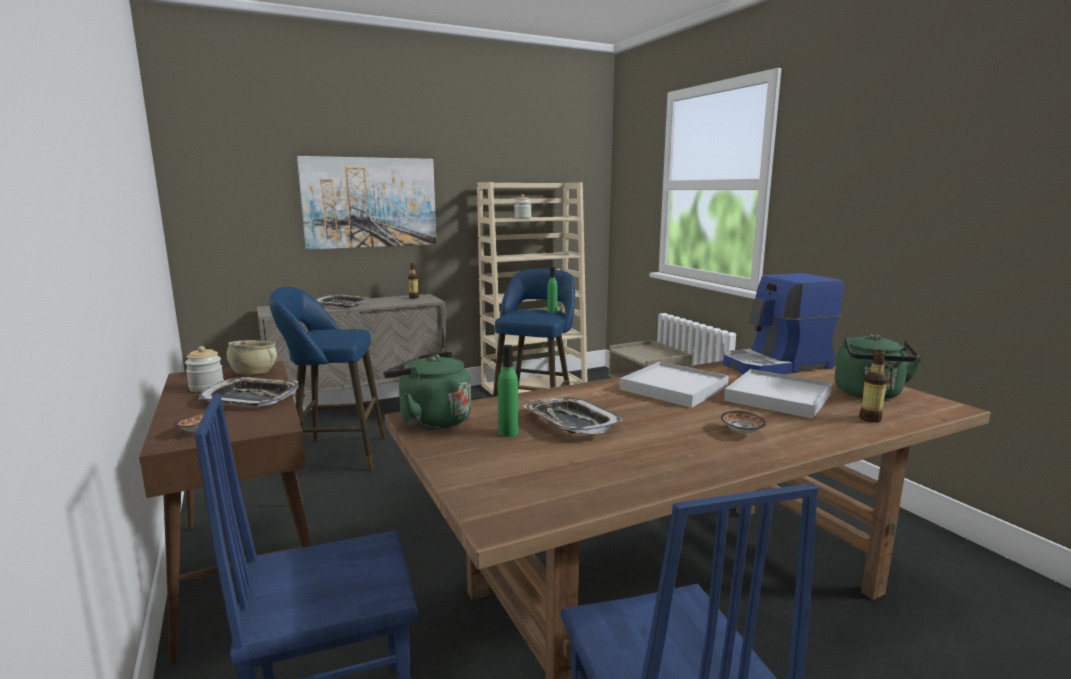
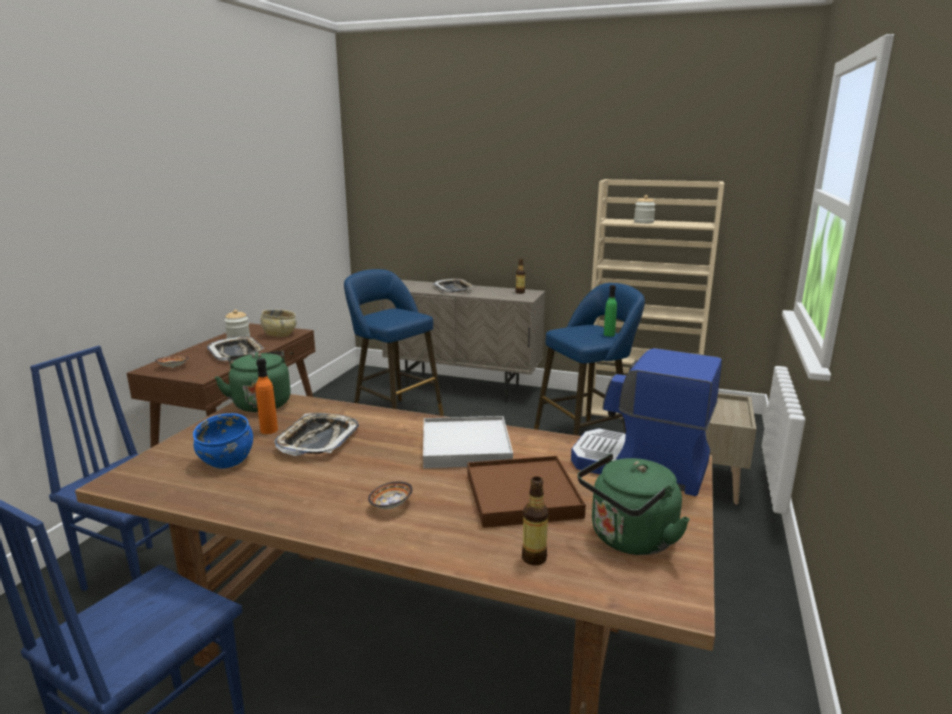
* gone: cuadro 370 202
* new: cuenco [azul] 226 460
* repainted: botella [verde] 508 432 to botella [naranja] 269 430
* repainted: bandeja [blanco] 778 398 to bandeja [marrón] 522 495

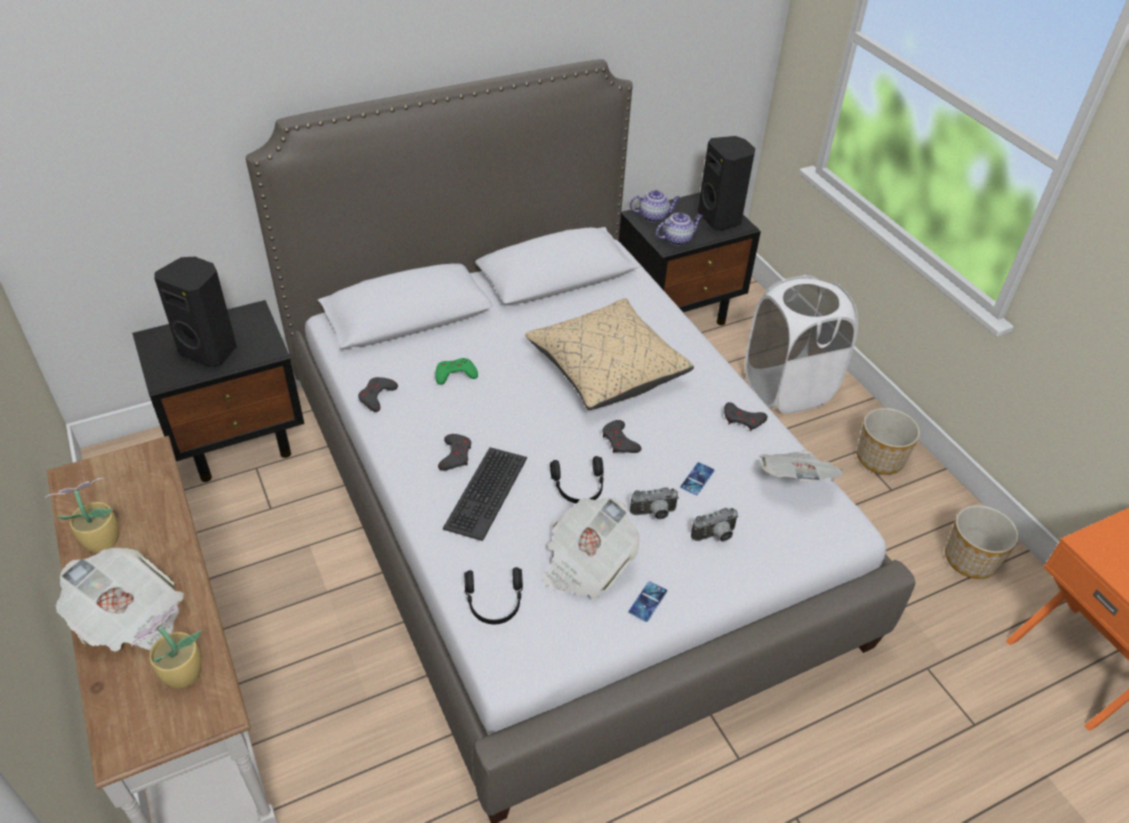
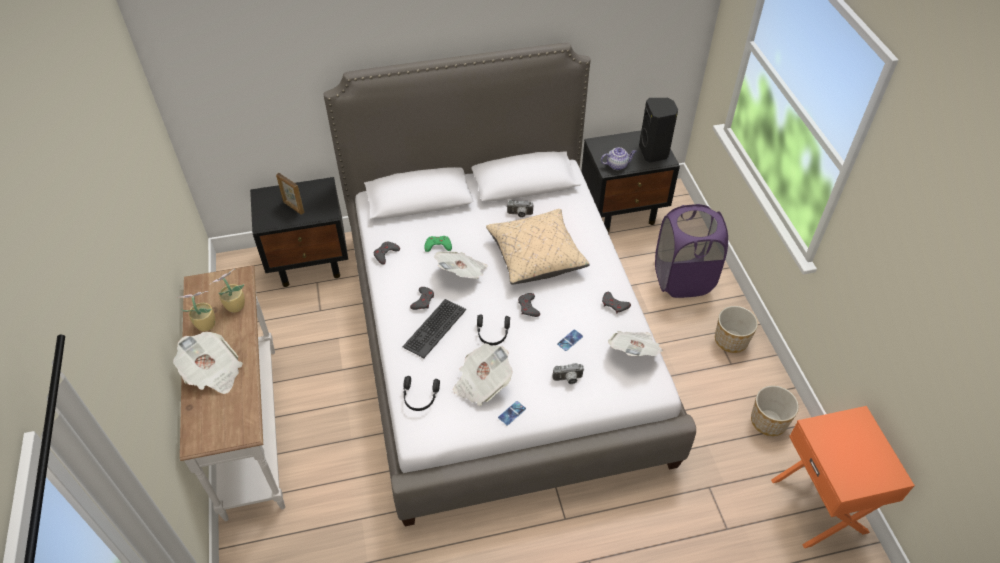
* gone: tetera 654 216
* new: periódico 462 273
* shifted: planta en maceta 180 675 to 234 306
* shifted: cámara 654 514 to 520 215
* swapped: altavoz [negro] 210 350 to portarretratos 293 207
* repainted: cesto de la ropa [blanco] 787 388 to cesto de la ropa [morado] 683 279

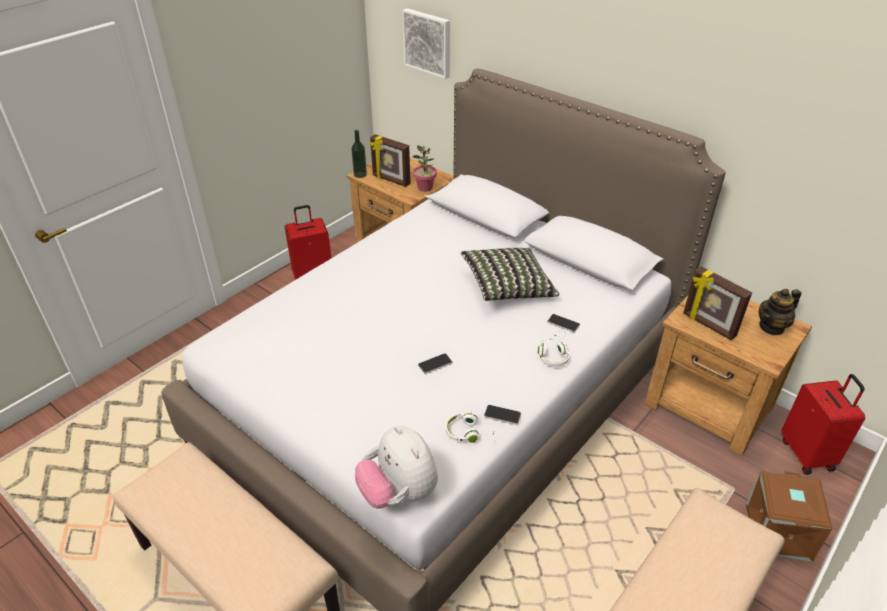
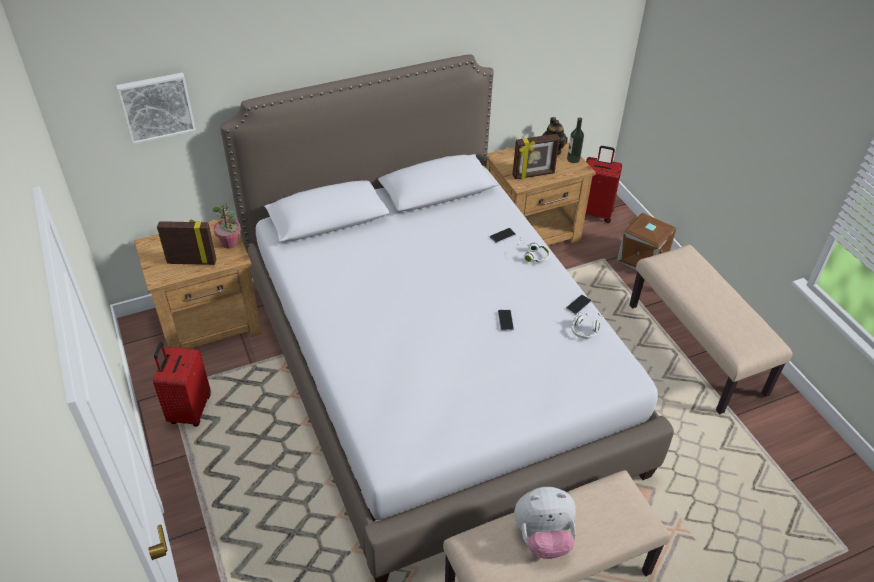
* gone: cojín 507 287
* shifted: botella 360 174 to 573 159
* shifted: peluche 399 492 to 543 537
* rotated: portarretratos 391 180 = 192 261 150 degrees counterclockwise

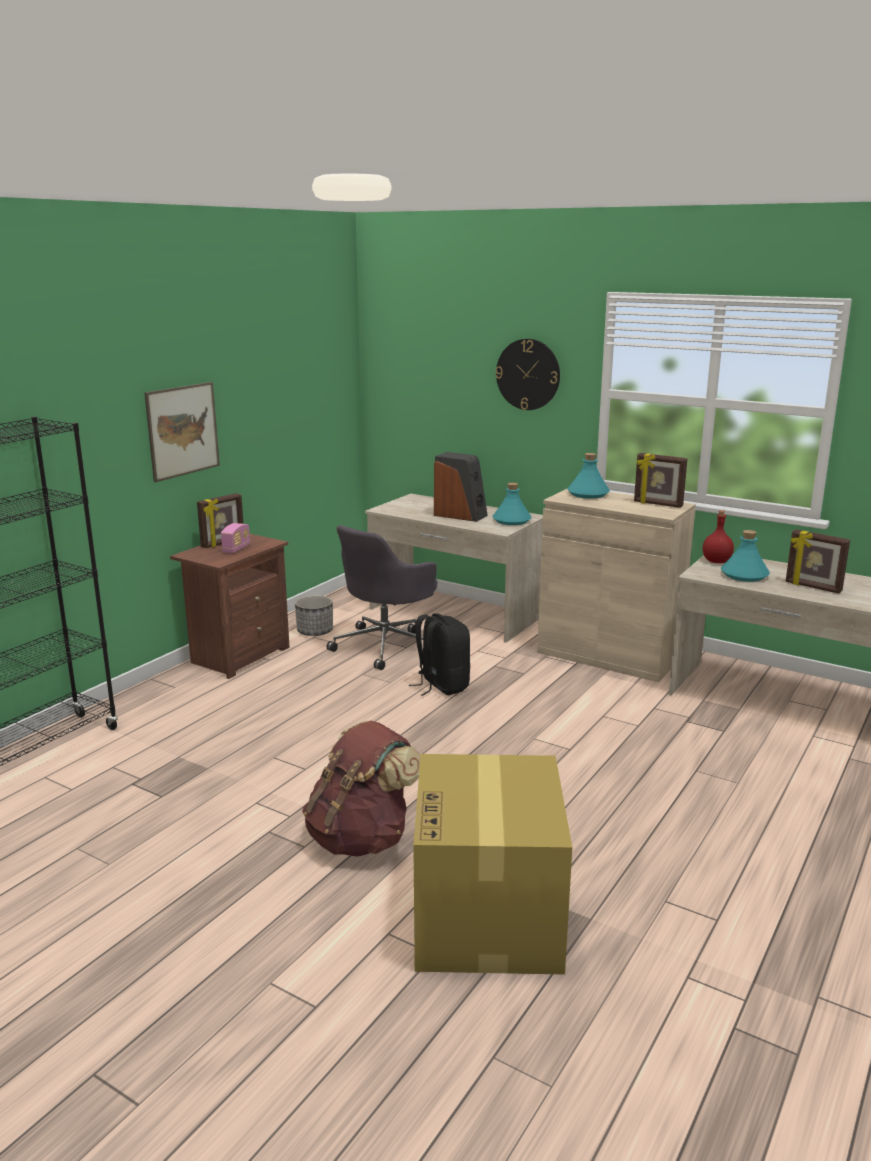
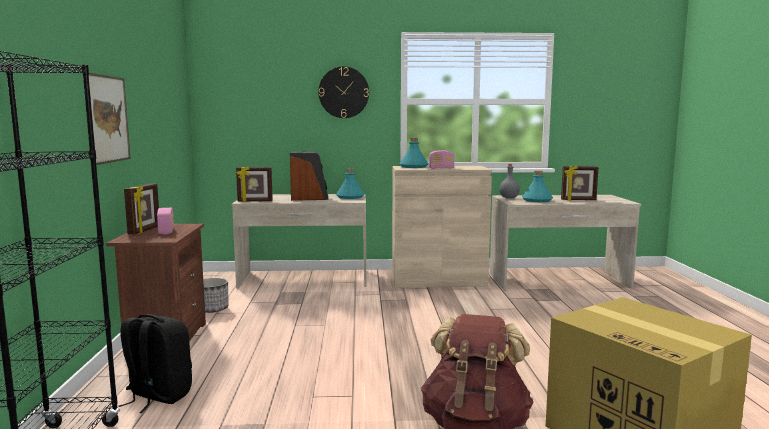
* gone: silla de oficina [gris] 386 646
* new: radio 441 168
* shifted: mochila [negro] 441 685 to 157 396
* shifted: portarretratos 657 504 to 255 201
* repainted: botella [rojo] 716 561 to botella [gris] 509 198

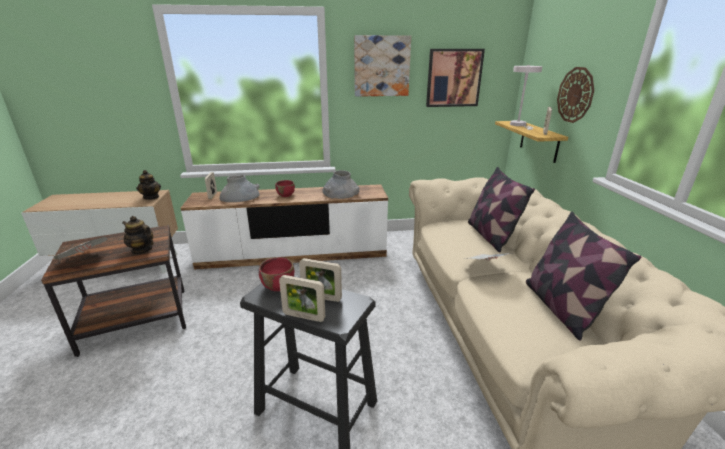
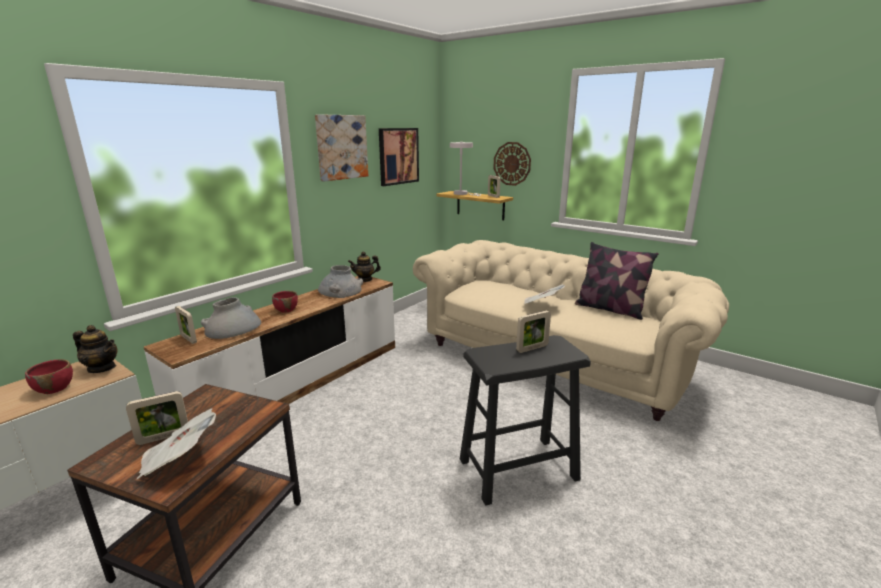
* gone: cojín 490 236
* shifted: tetera 142 250 to 365 279
* shifted: cuenco [rojo] 278 285 to 54 388
* shifted: portarretratos 304 316 to 163 437

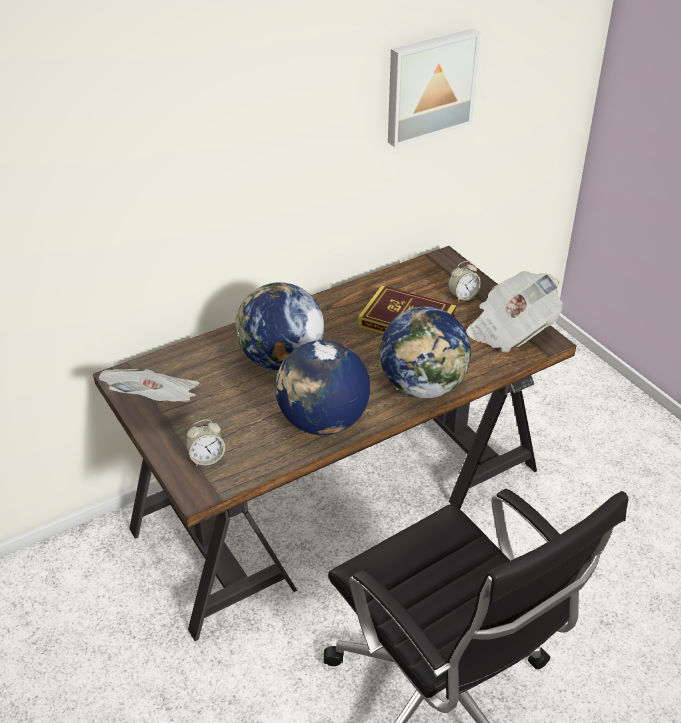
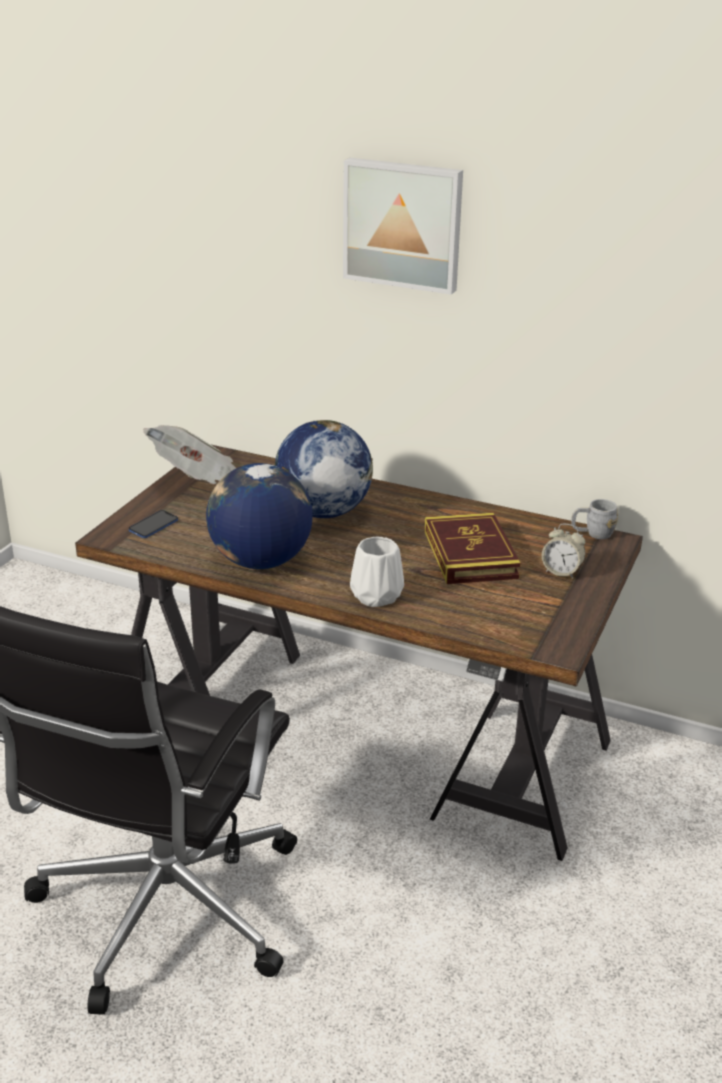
* gone: periódico 510 330
* new: taza grande [gris] 592 533
* shifted: cuadro 429 86 to 403 224
* swapped: despertador 207 458 to móvil 153 525
* swapped: globo terráqueo 423 386 to florero [blanco] 377 596

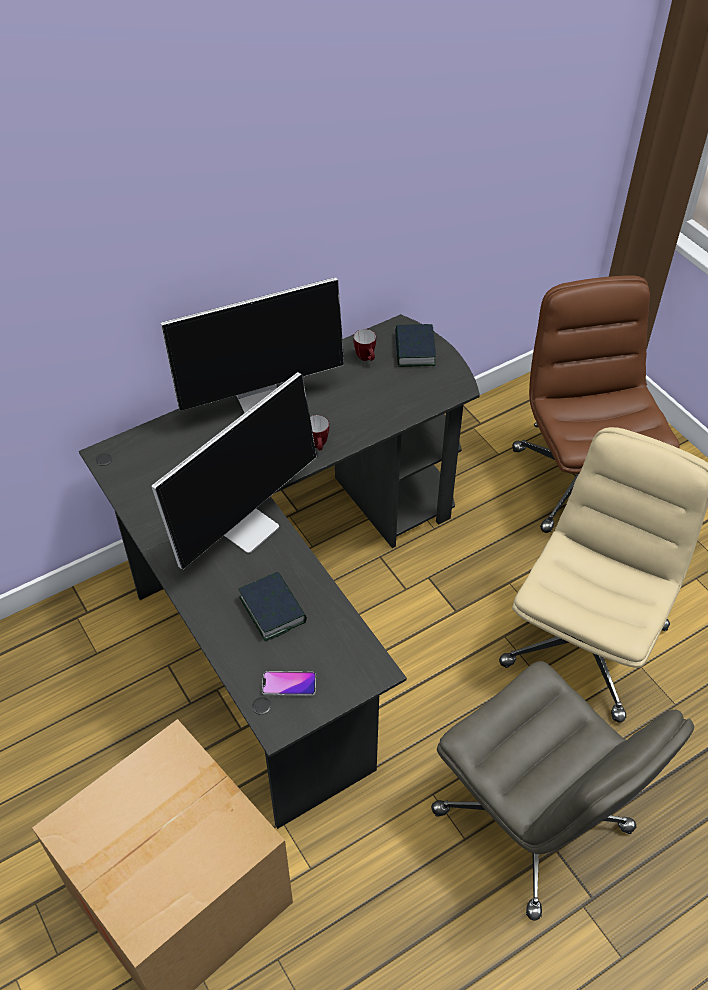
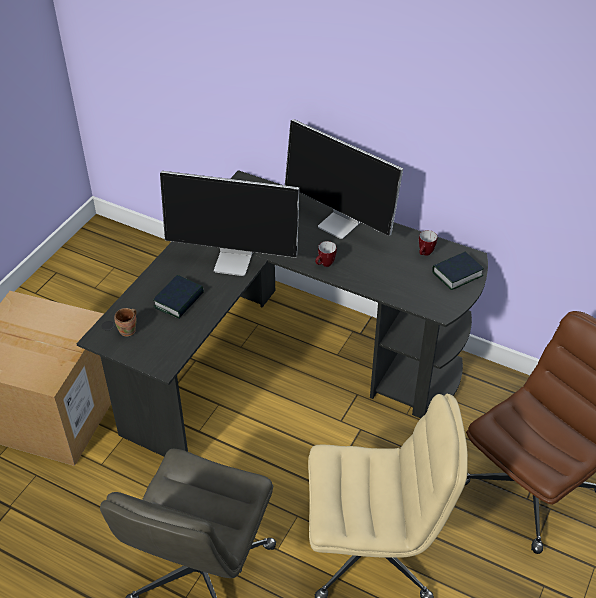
* swapped: móvil 289 684 to taza grande [marrón] 129 330

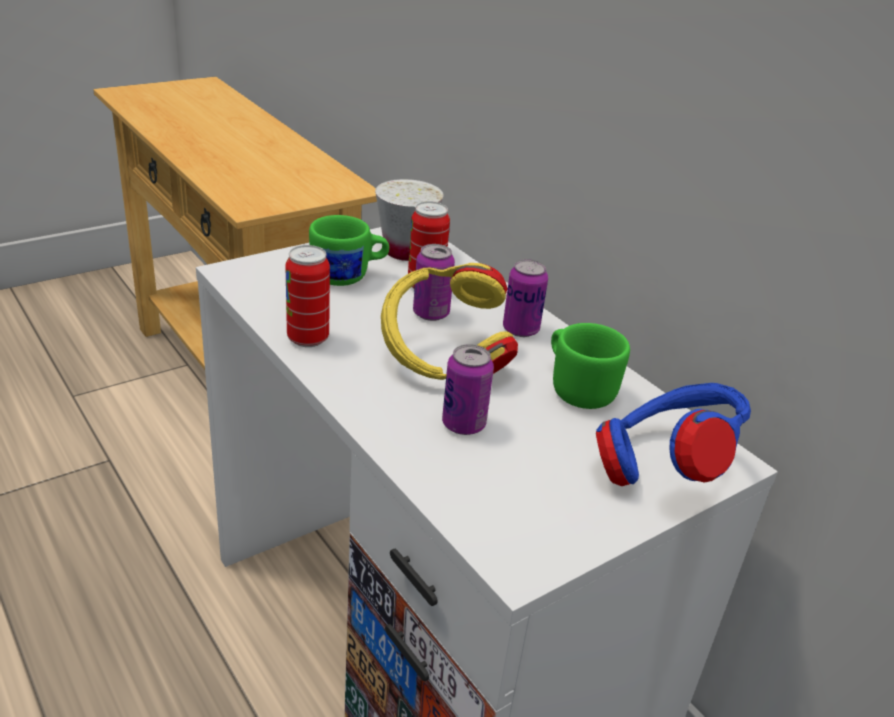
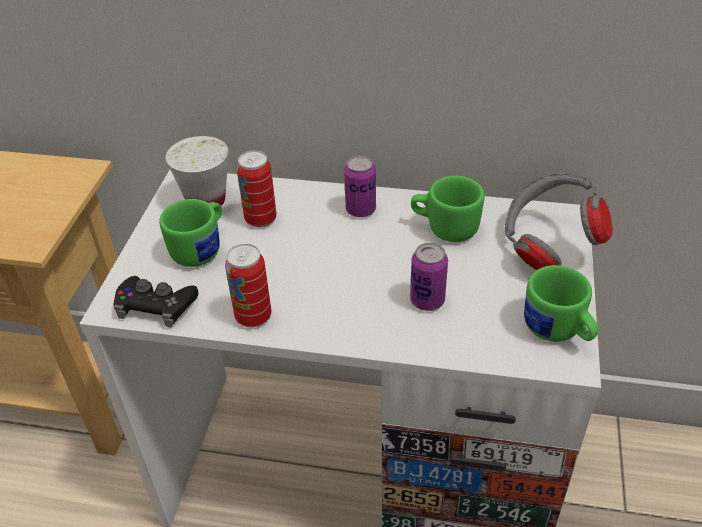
* gone: auriculares [amarillo] 443 362
* gone: lata 431 313
* new: mando de consola [negro] 156 306
* new: taza grande [verde] 557 332
* repainted: auriculares [azul] 663 469 to auriculares [gris] 548 246

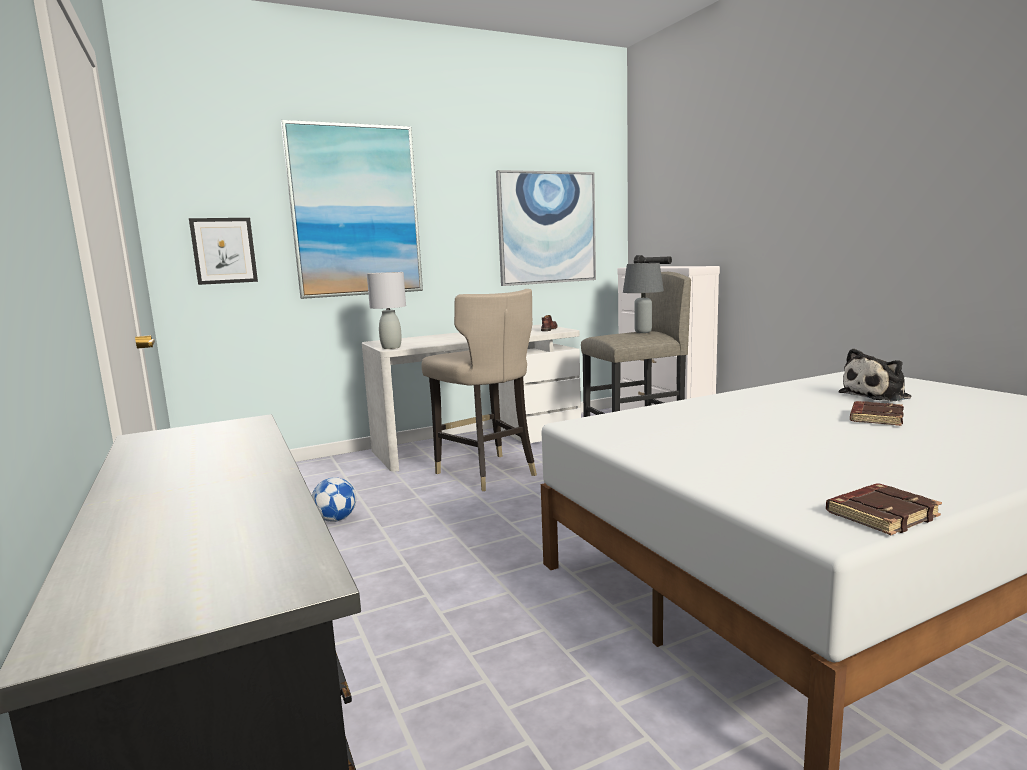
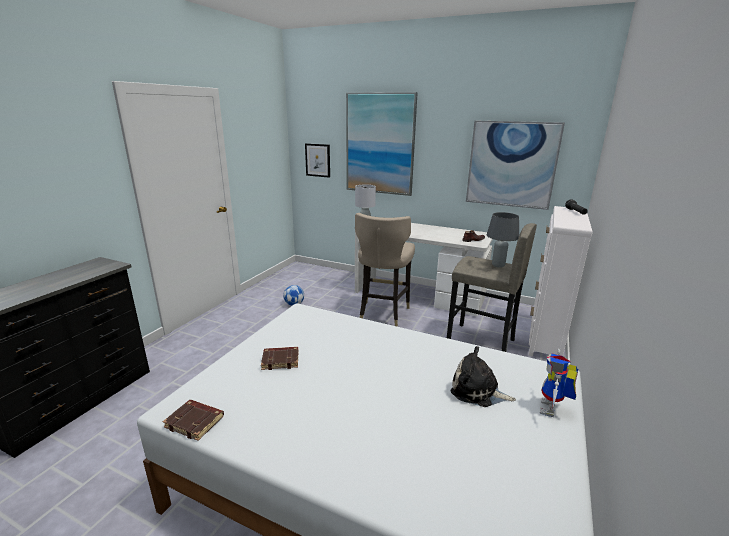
* new: robot de juguete 552 410
* shifted: libro [marrón] 875 418 to 281 360

